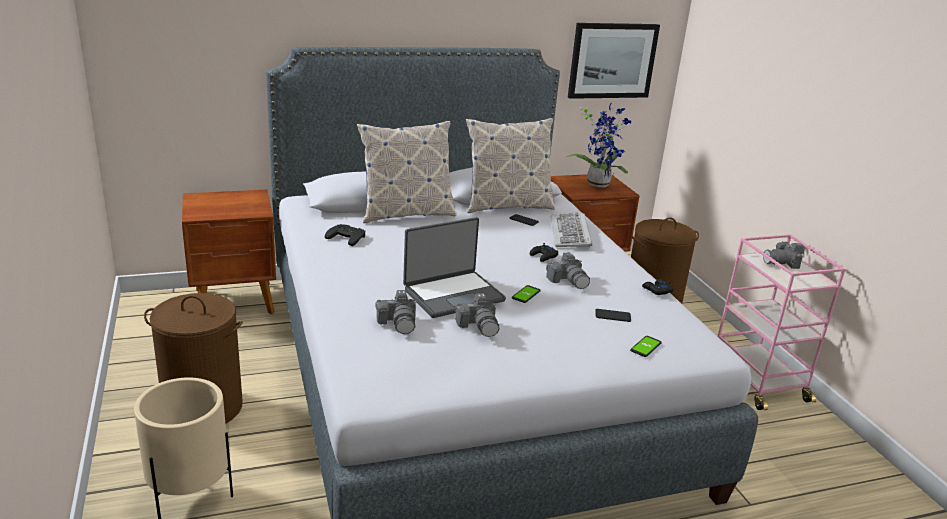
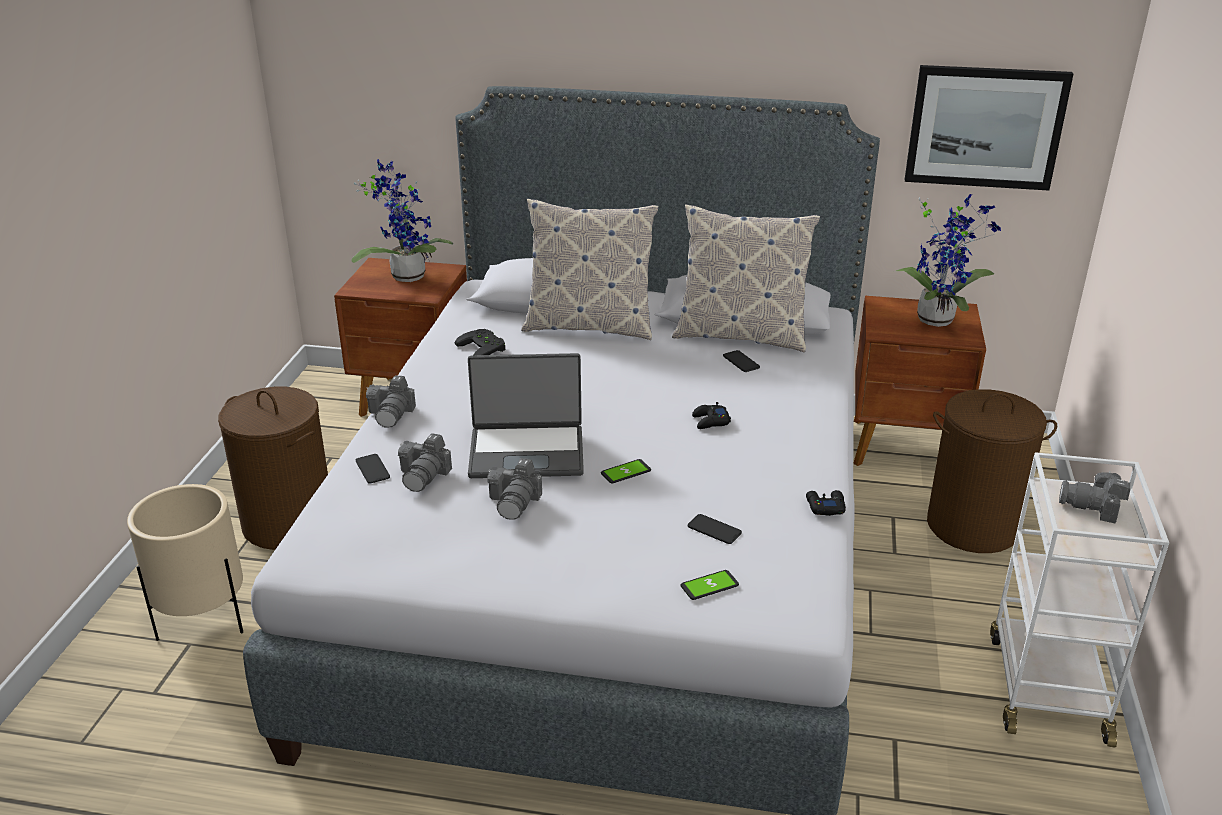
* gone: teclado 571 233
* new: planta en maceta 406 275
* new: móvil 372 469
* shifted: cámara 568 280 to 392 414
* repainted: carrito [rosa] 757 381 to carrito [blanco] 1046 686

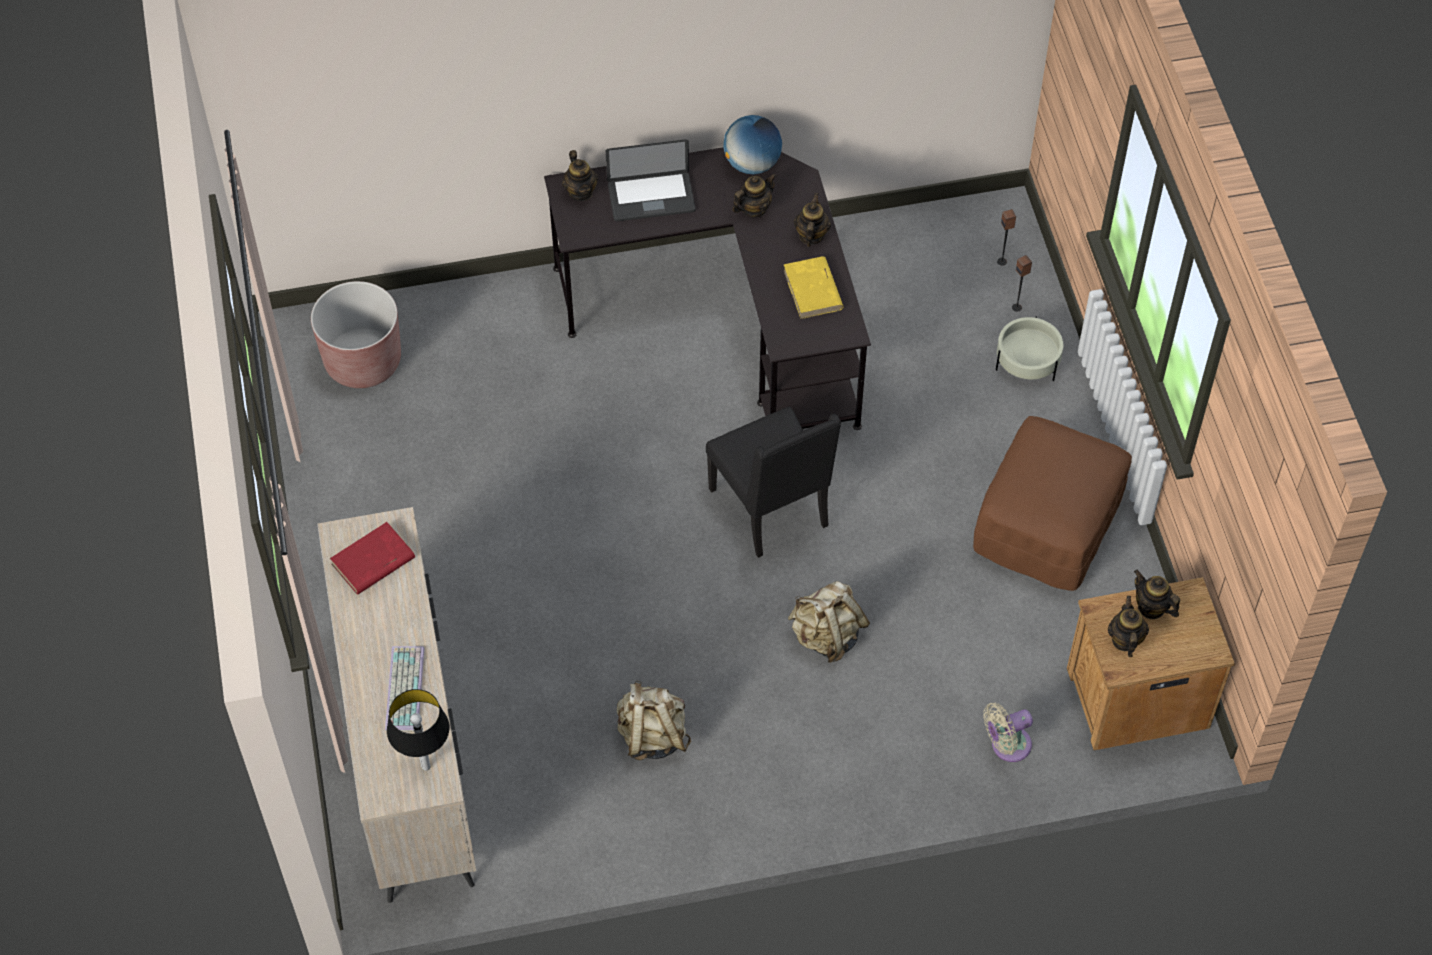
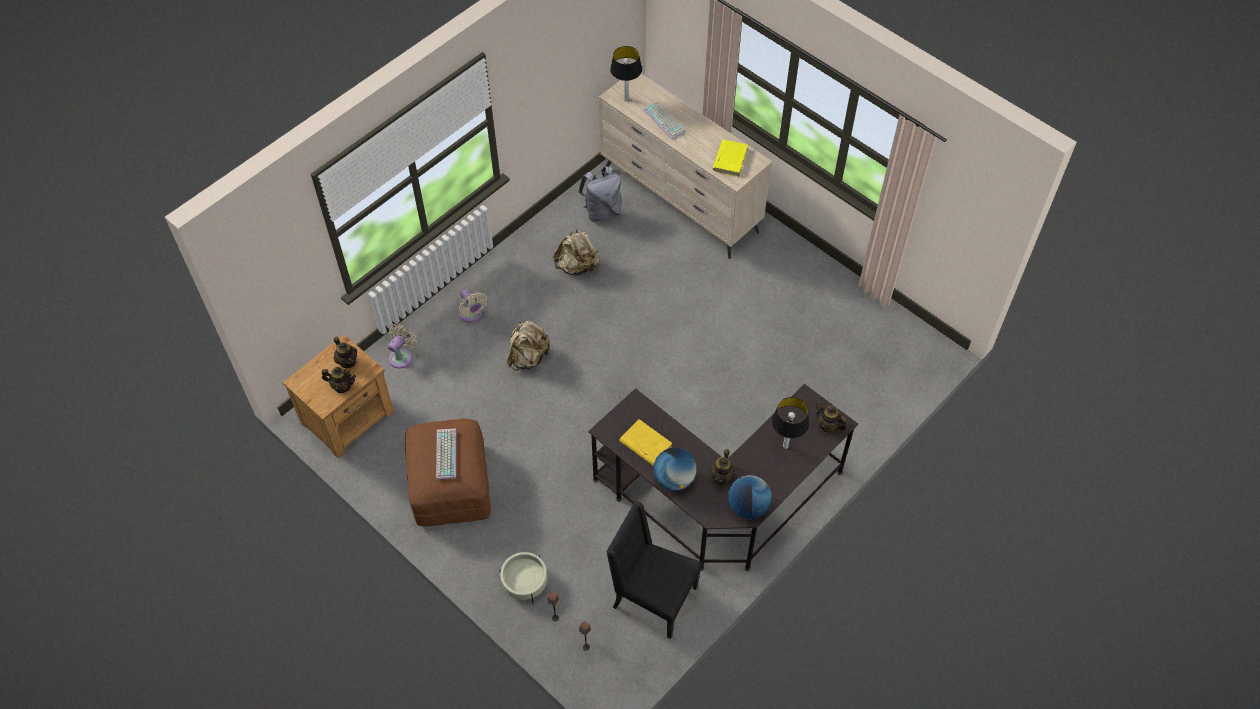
* gone: maceta [marrón] 363 361
* new: teclado 445 453
* new: ventilador [beis] 472 315
* new: mochila [gris] 602 211
* shifted: silla [negro] 772 509 to 652 598
* swapped: portátil 651 198 to lámpara de mesa 785 446
* swapped: tetera 811 235 to globo terráqueo 674 479
* repainted: libro [rojo] 372 562 to libro [amarillo] 730 159

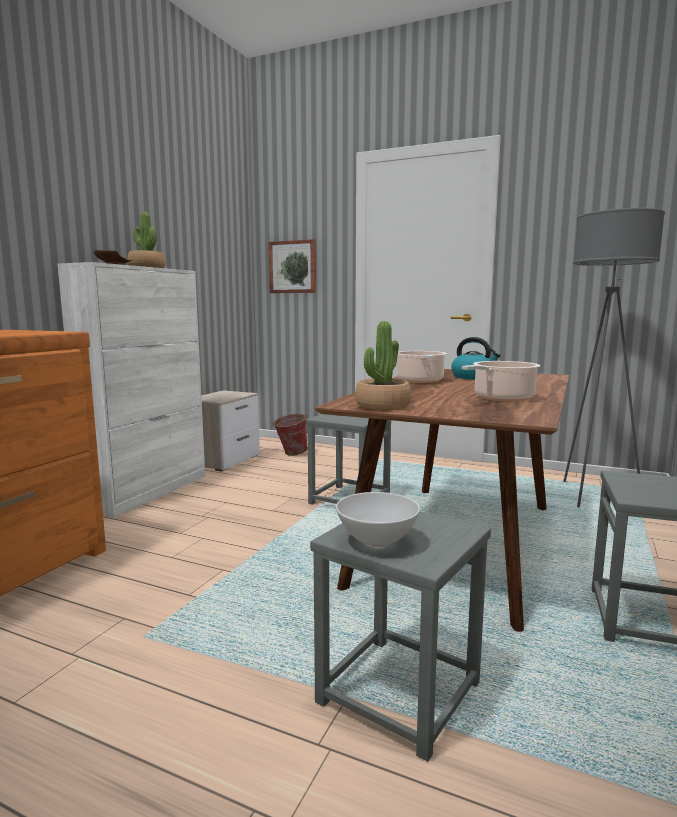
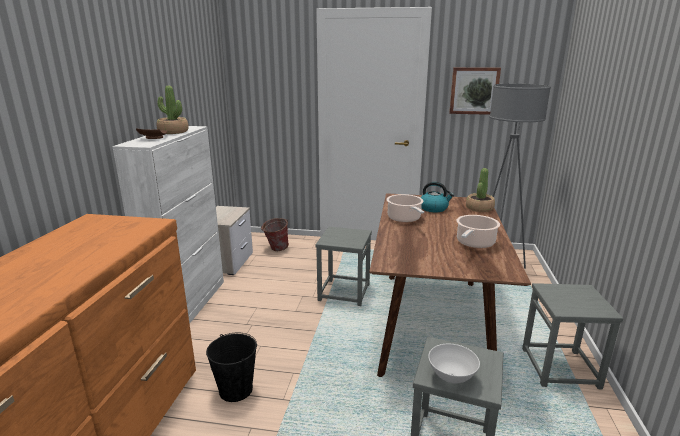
* new: cubo [negro] 235 390
* shifted: cuadro 293 267 to 474 90
* shifted: planta en maceta 382 406 to 479 208

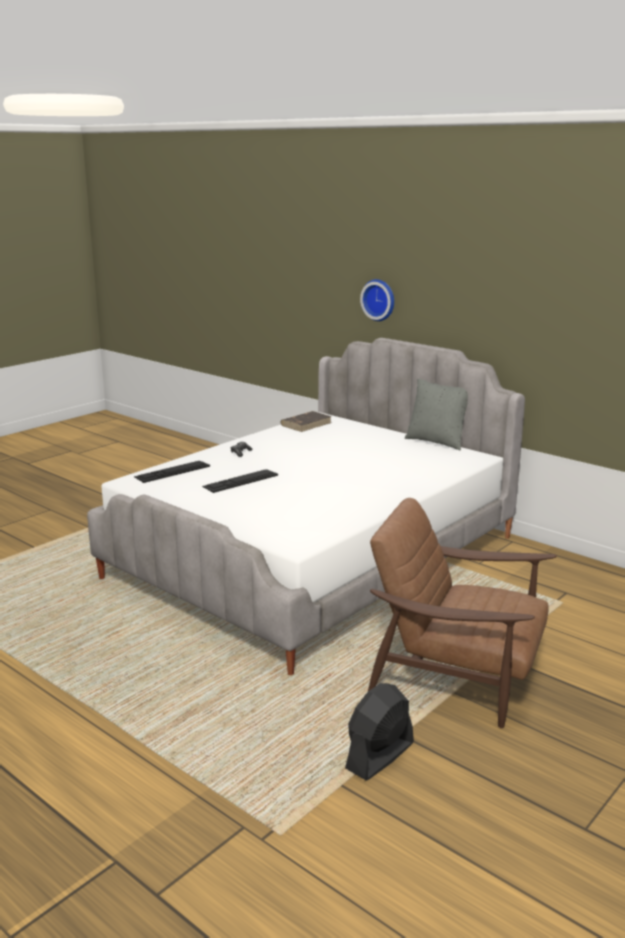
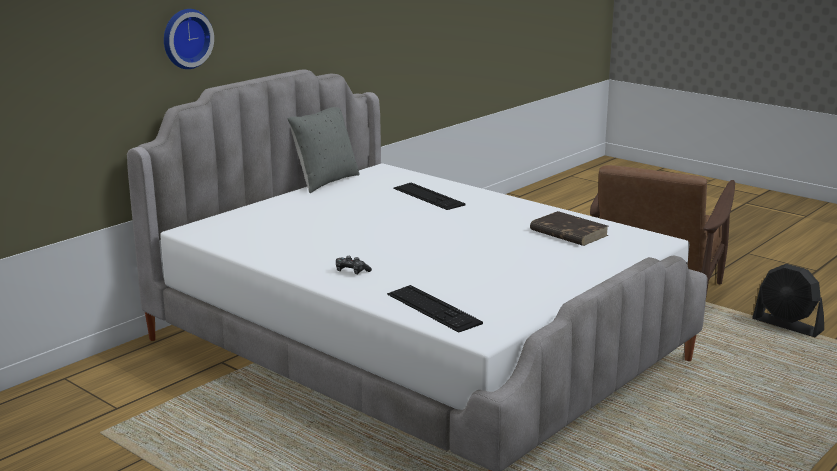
* shifted: teclado 240 481 to 428 196
* shifted: libro [marrón] 306 424 to 568 233

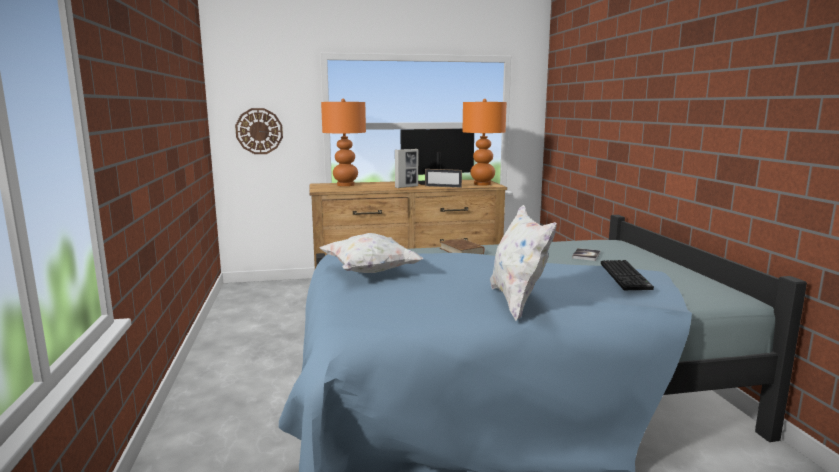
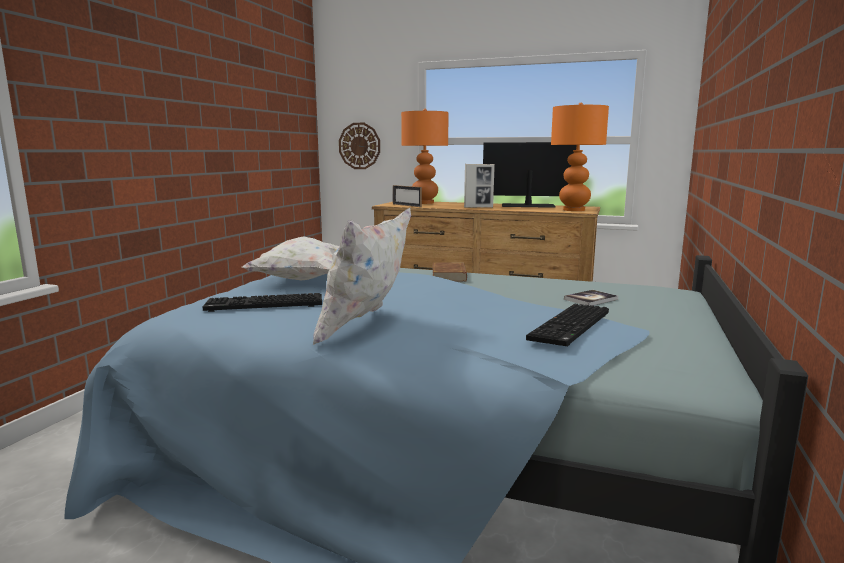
* new: teclado 263 305
* shifted: portarretratos 443 186 to 406 205

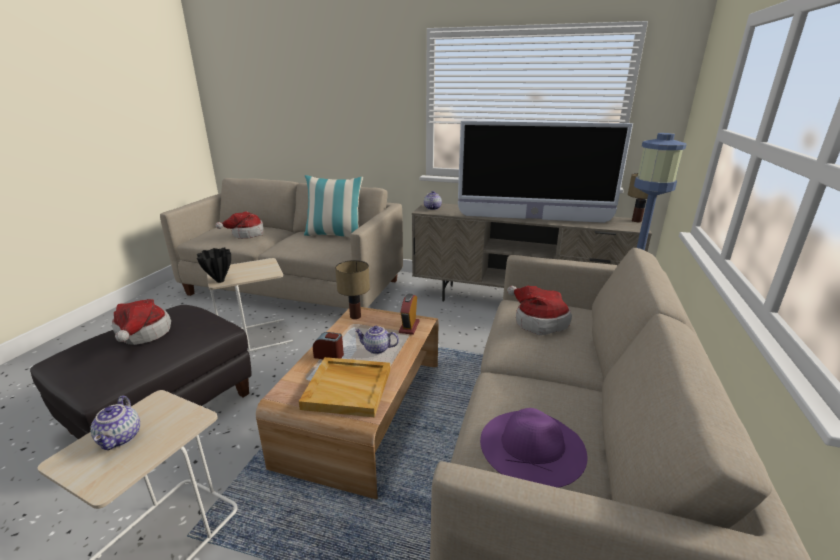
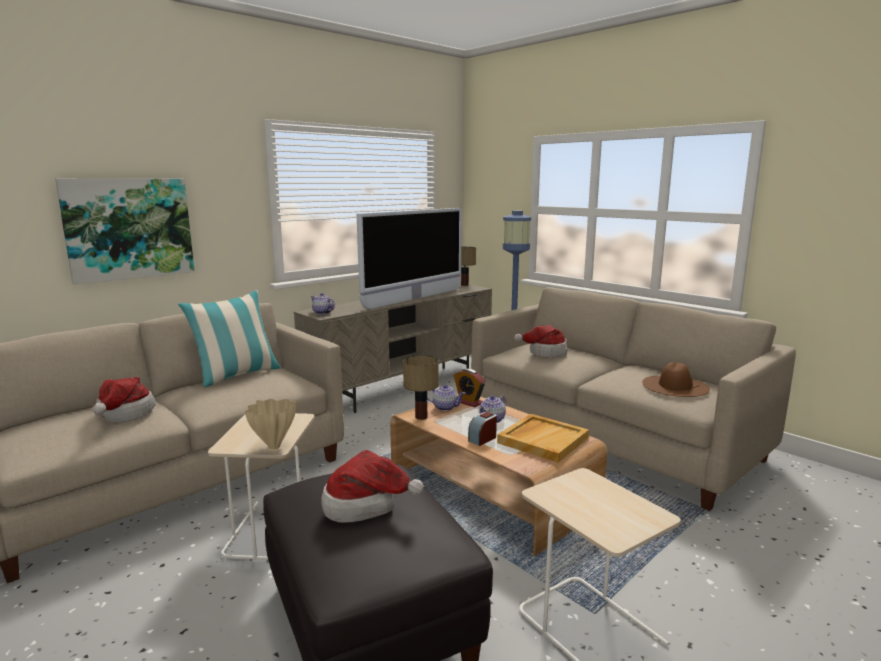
* new: cuadro 129 228
* shifted: tetera 121 438 to 445 407
* repainted: florero [negro] 219 281 to florero [beis] 273 447
* repainted: sombrero [morado] 532 446 to sombrero [marrón] 675 386

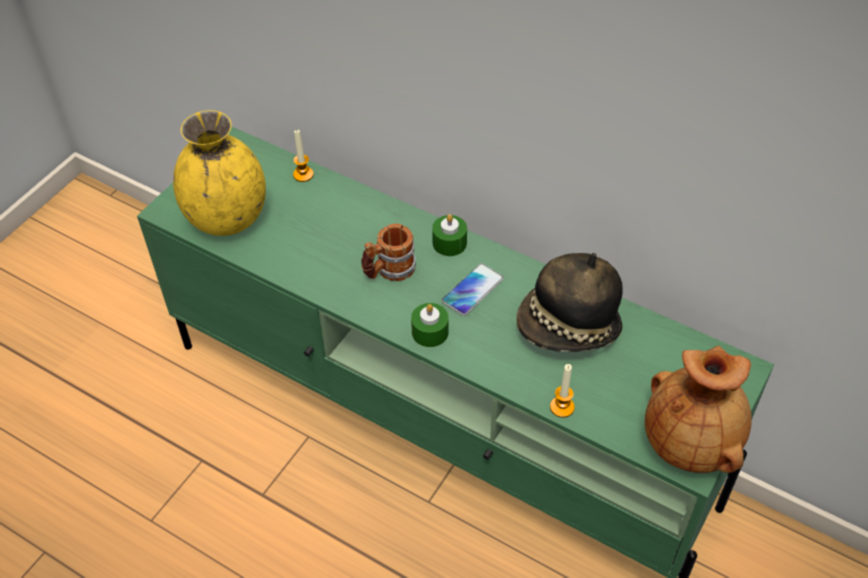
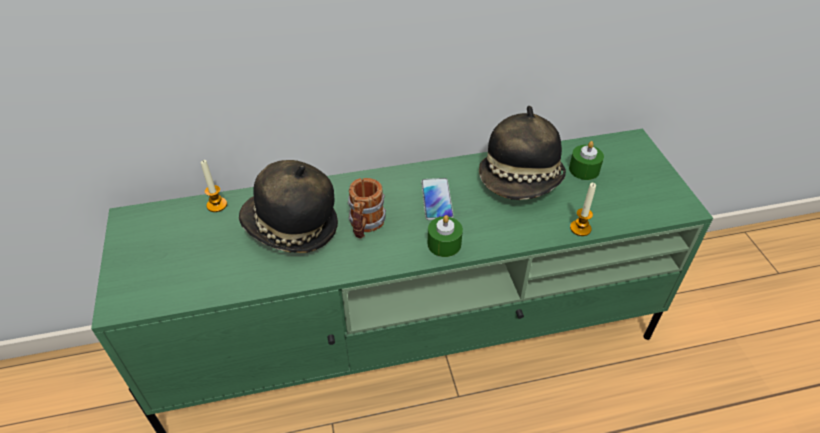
* gone: florero [amarillo] 228 218
* gone: florero [marrón] 691 443
* new: sombrero 291 228
* shifted: vela [verde] 449 243 to 584 169

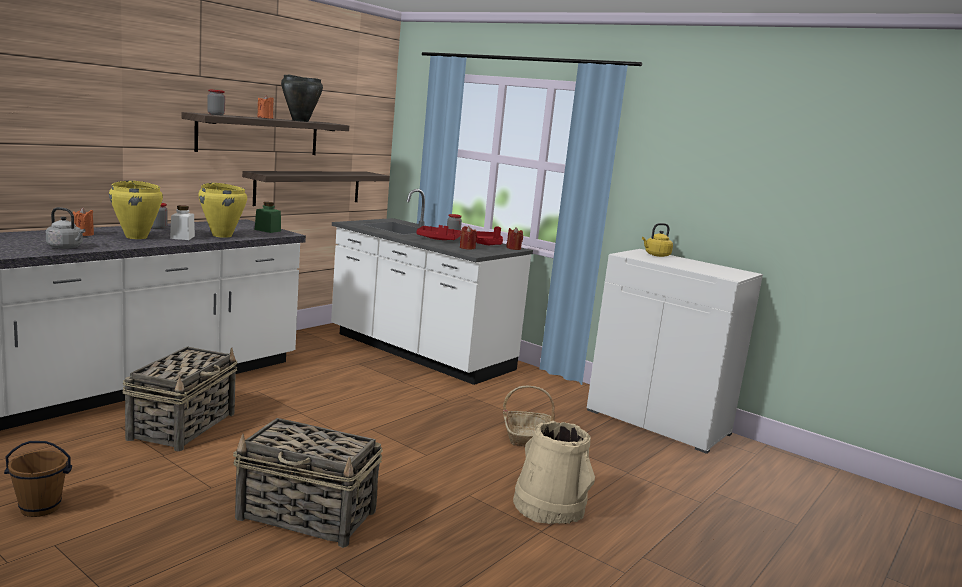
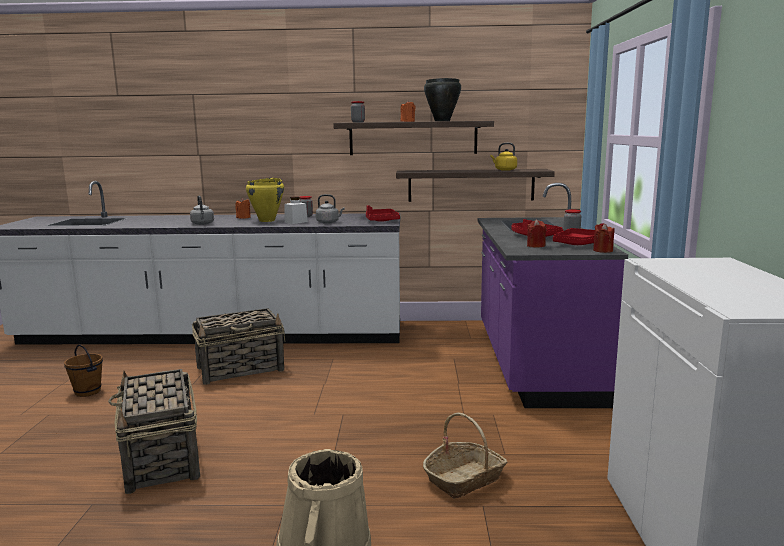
* shifted: hervidor [amarillo] 656 255 to 504 170
* swapped: olla [amarillo] 222 235 to hervidor [gris] 329 222
* swapped: tarro [verde] 267 230 to bandeja [rojo] 381 221
* repainted: mueble bajo de cocina [blanco] 419 352 to mueble bajo de cocina [morado] 534 363

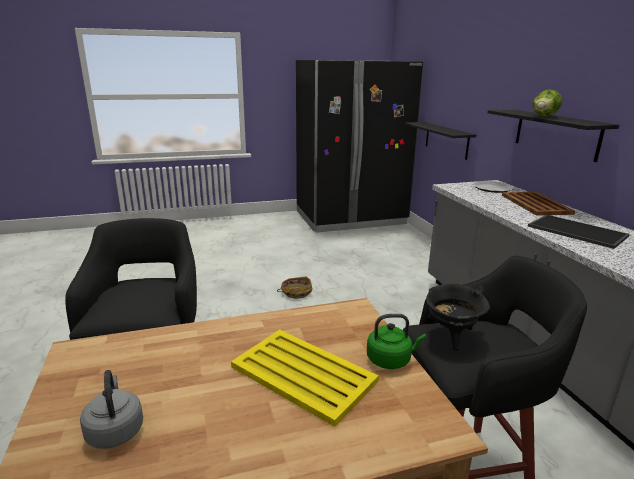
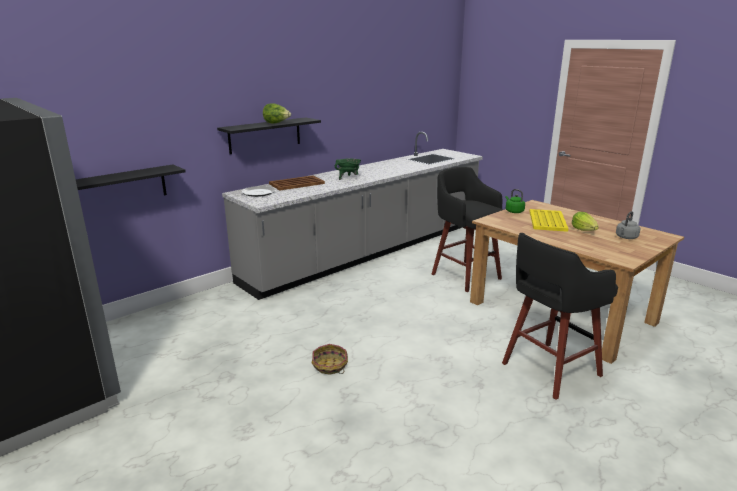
* gone: olla [negro] 451 336
* new: lechuga 584 230
* swapped: bandeja 575 231 to olla [verde] 348 178

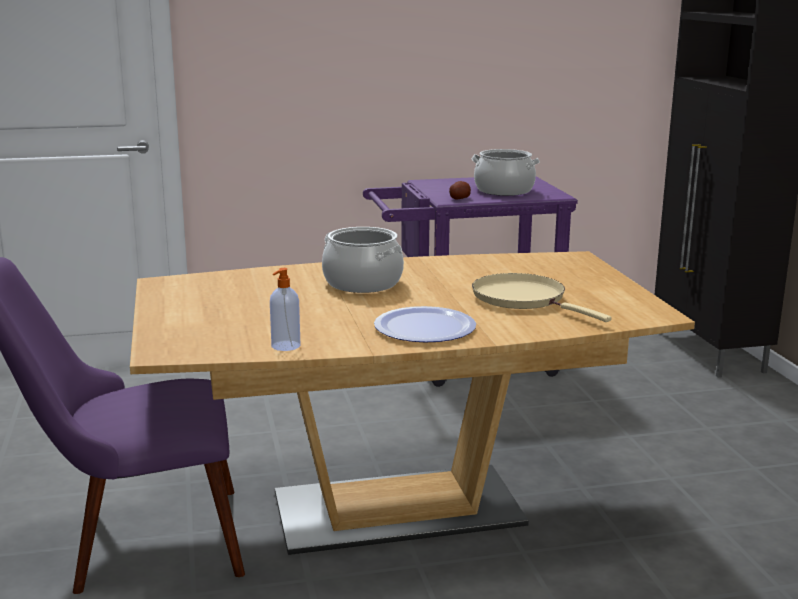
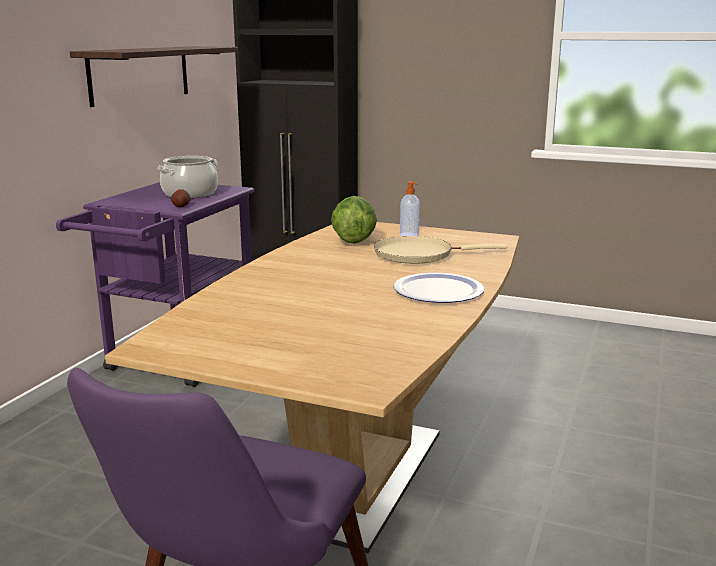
* gone: olla 362 283
* new: estante 140 74
* new: lechuga 353 241
* shifted: dispensador de jabón 285 346 to 409 235

